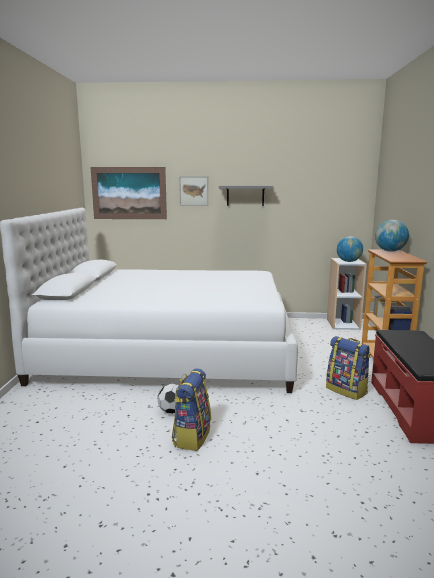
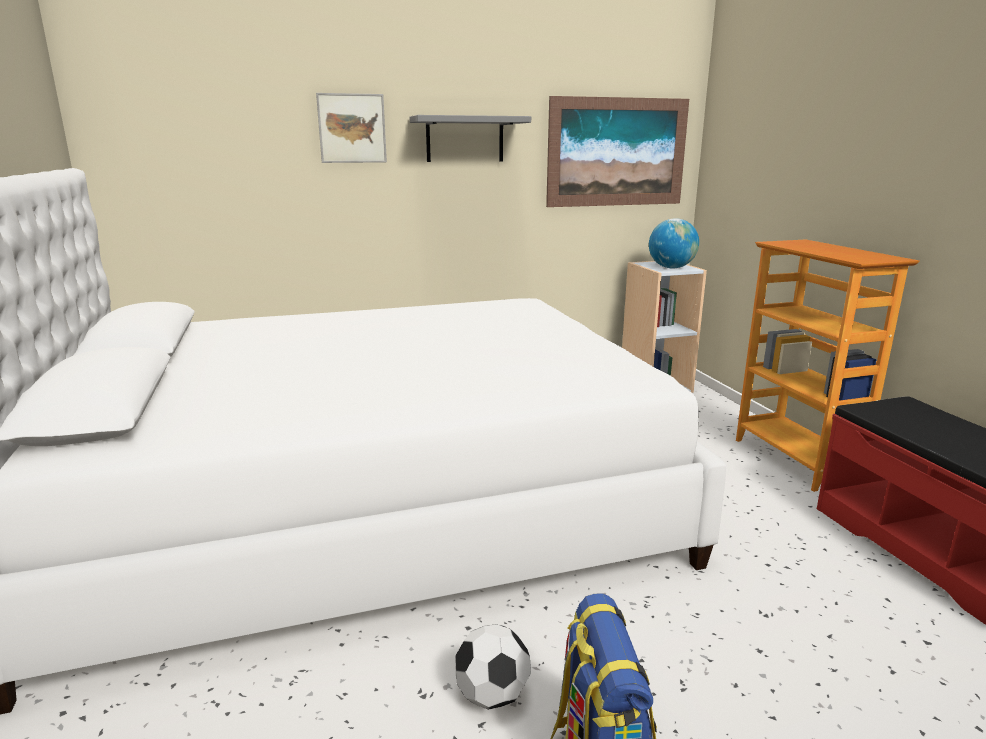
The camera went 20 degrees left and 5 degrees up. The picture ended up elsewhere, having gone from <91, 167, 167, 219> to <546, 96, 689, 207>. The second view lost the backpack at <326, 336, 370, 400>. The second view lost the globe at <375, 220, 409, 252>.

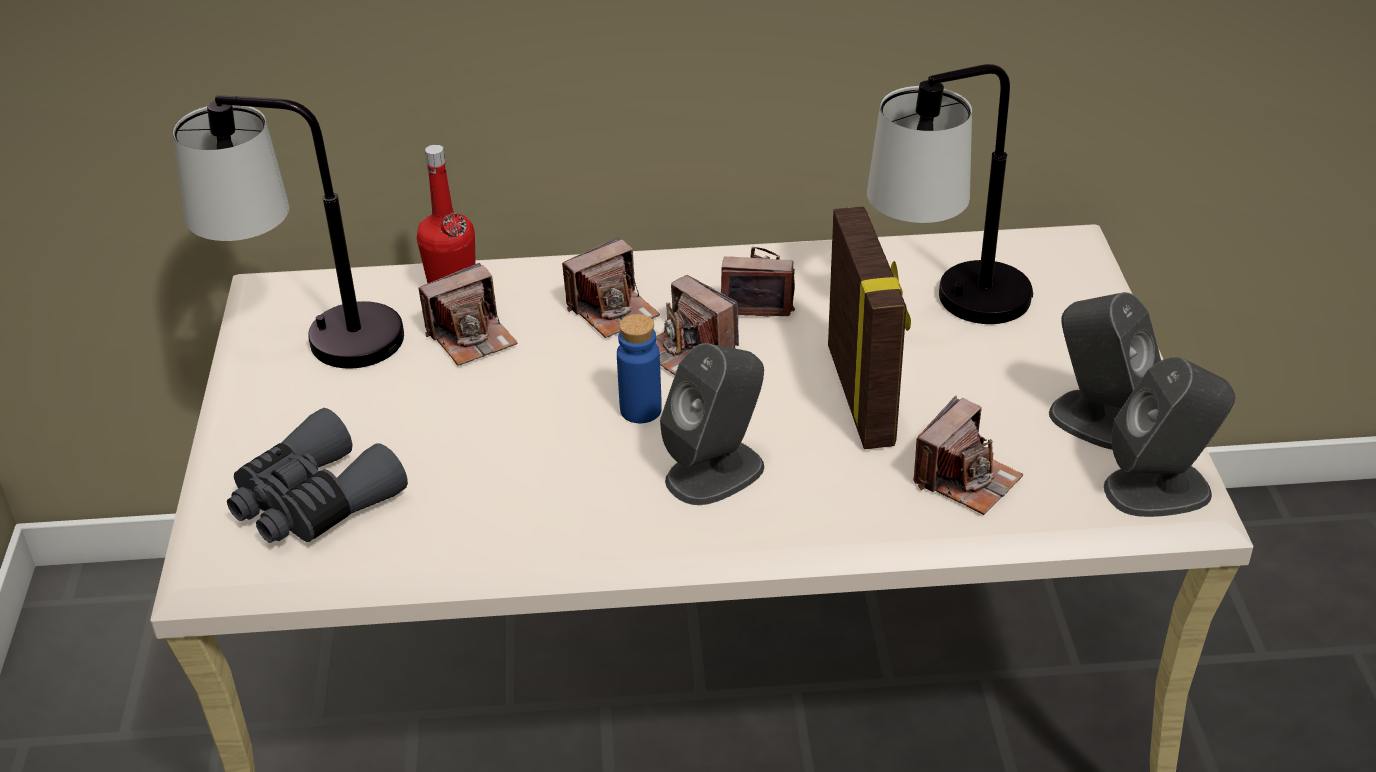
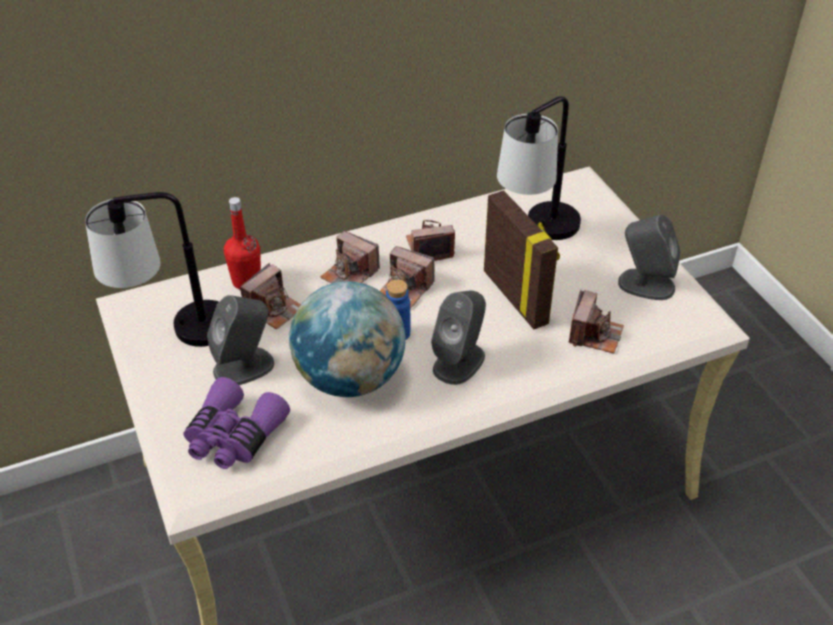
The camera went 20 degrees left and 5 degrees up. What was the binoculars (grey) at <227, 408, 408, 543> turned into the binoculars (purple) at <183, 377, 290, 469>. The speaker (grey) ended up elsewhere, having gone from <1104, 356, 1235, 517> to <207, 295, 274, 385>. The second view gained the globe at <289, 281, 406, 397>. The photo camera at <562, 237, 660, 338> ended up facing another way, 90 degrees clockwise from before.

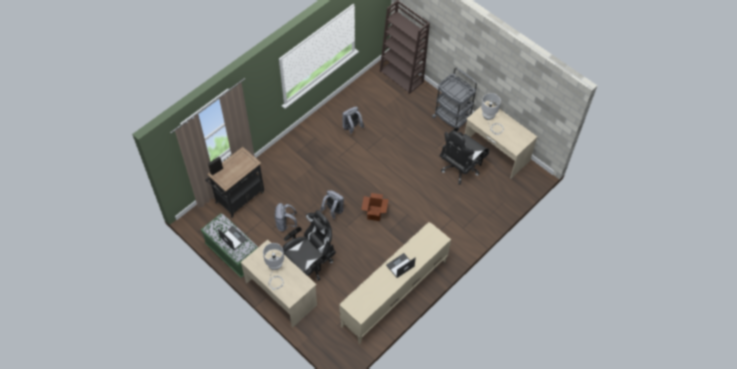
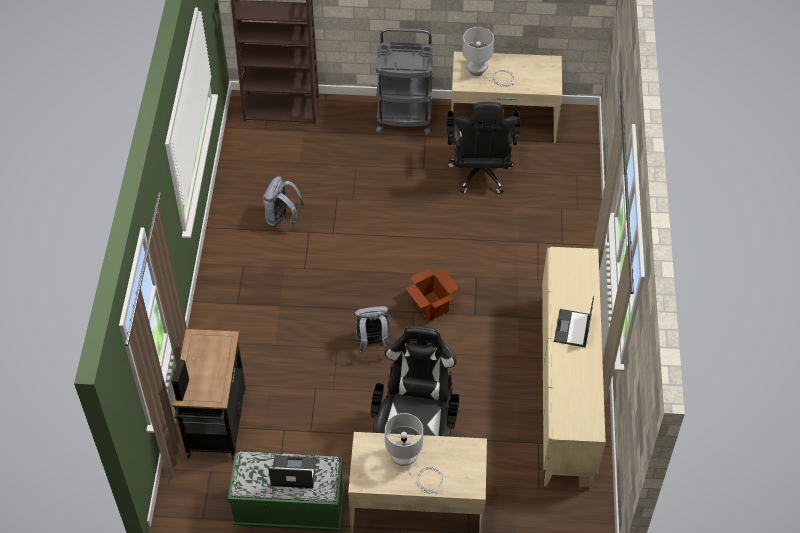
The camera went 40 degrees left and 5 degrees down. The second view lost the backpack (grey) at <275, 203, 297, 231>.

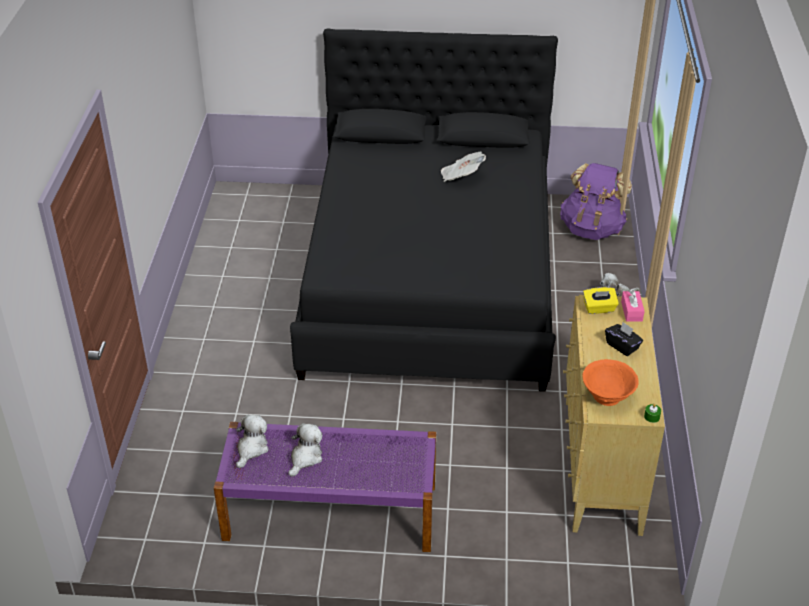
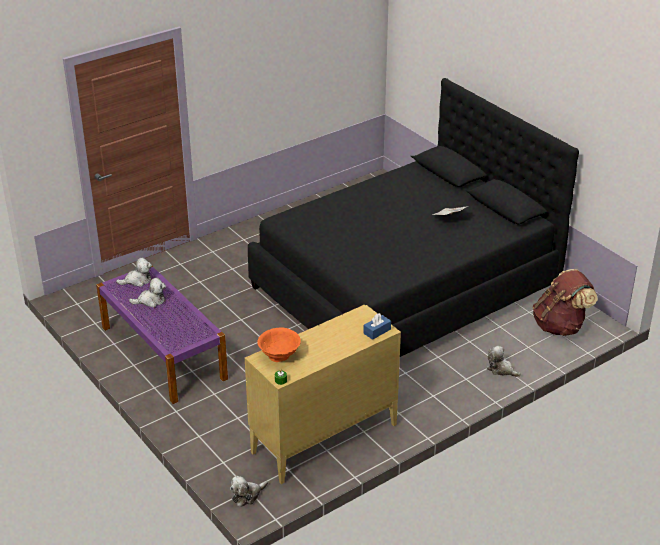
The camera went 50 degrees right and 5 degrees down. The second view gained the plush toy at <230, 476, 268, 507>. What was the tissue box (pink) at <621, 289, 644, 322> turned into the tissue box (blue) at <363, 313, 391, 340>. What was the backpack (purple) at <560, 163, 632, 240> turned into the backpack (brown) at <533, 269, 598, 336>. The second view lost the tissue box (yellow) at <583, 287, 619, 314>. The second view lost the tissue box (black) at <605, 322, 643, 356>.

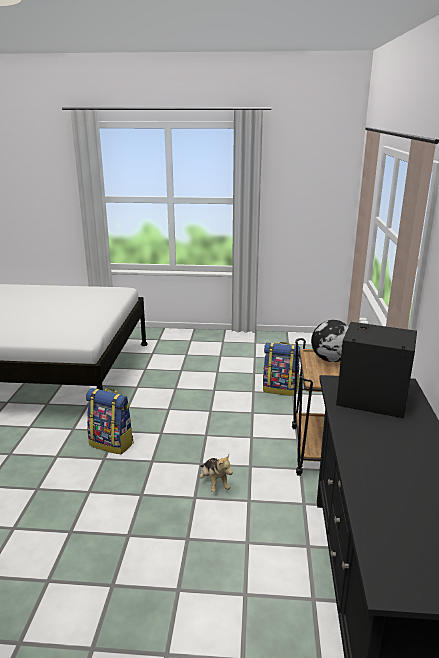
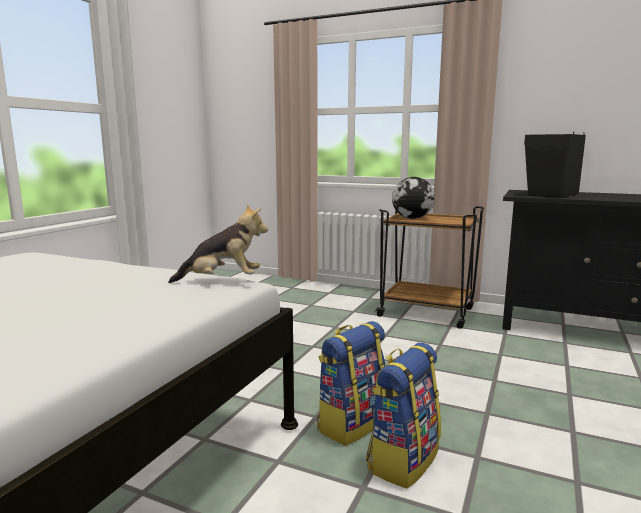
The camera went 70 degrees left and 10 degrees down. The plush toy ended up elsewhere, having gone from <199, 455, 233, 492> to <168, 204, 268, 283>. The backpack ended up elsewhere, having gone from <263, 342, 300, 396> to <366, 343, 441, 489>.

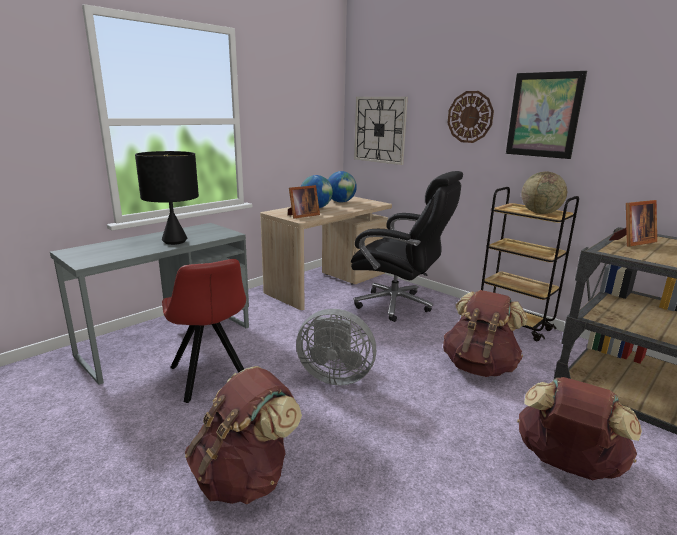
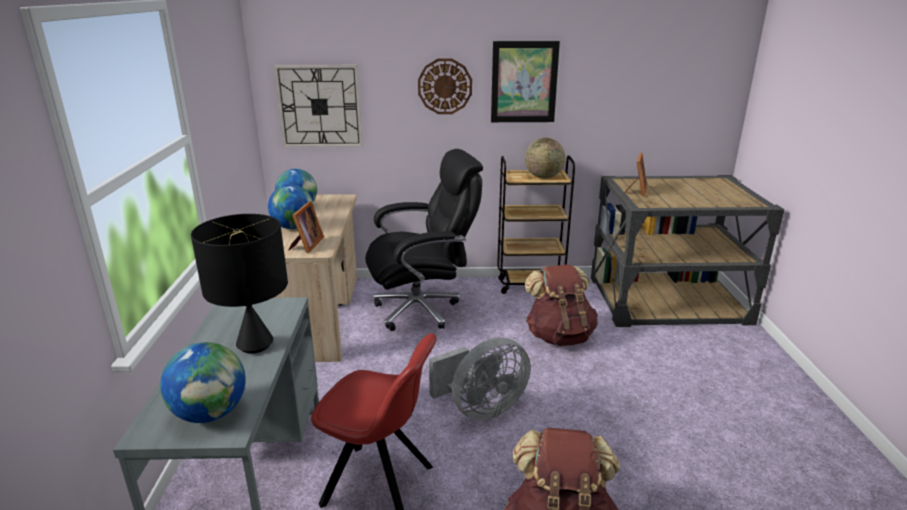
The camera went 45 degrees left and 5 degrees up. The second view gained the globe at <160, 342, 246, 423>. The second view lost the backpack (brown) at <517, 377, 642, 480>.

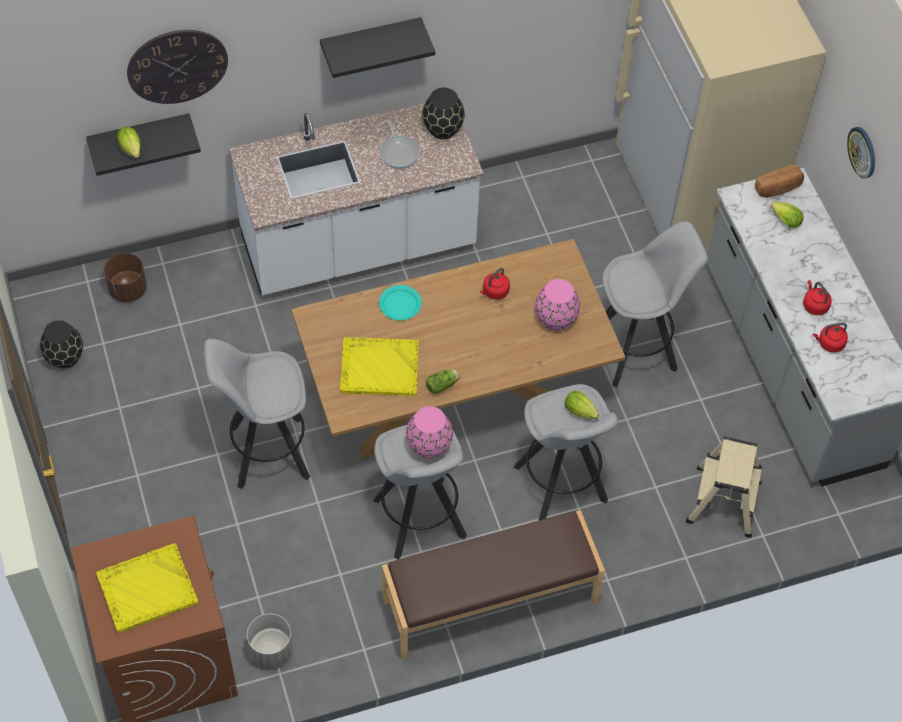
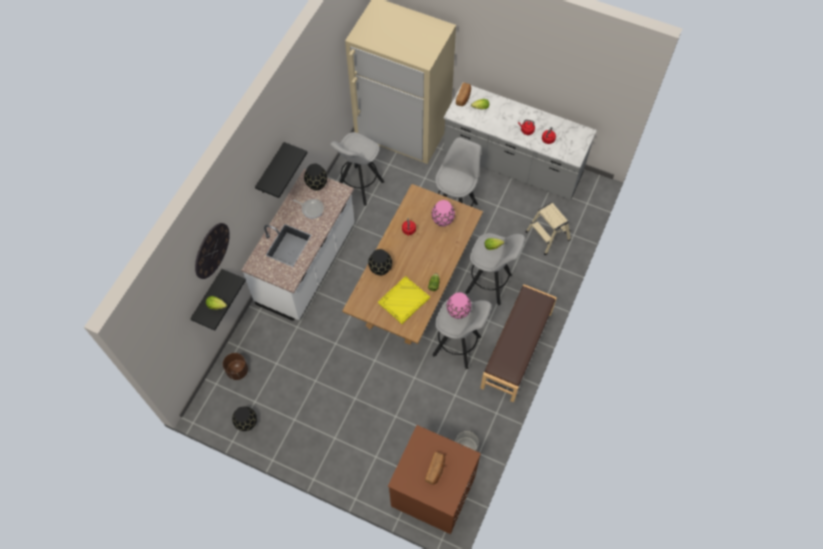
The camera went 45 degrees left and 5 degrees up. The stool (grey) ended up elsewhere, having gone from <204, 339, 310, 489> to <330, 132, 384, 206>. Where the plate (turquoise) stood at <379, 285, 422, 320>, the vase (black) came to stand at <368, 249, 392, 275>. Where the tray (yellow) stood at <96, 543, 198, 633>, the bread came to stand at <425, 452, 445, 485>. The second view lost the wall clock at <847, 127, 875, 179>.

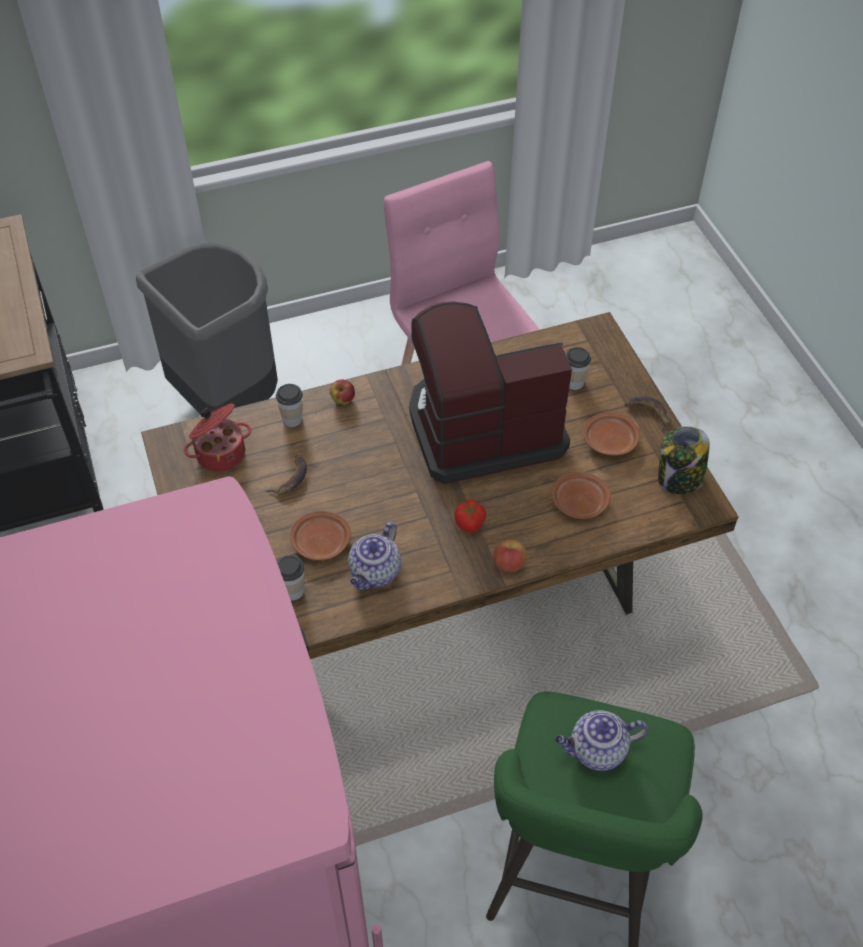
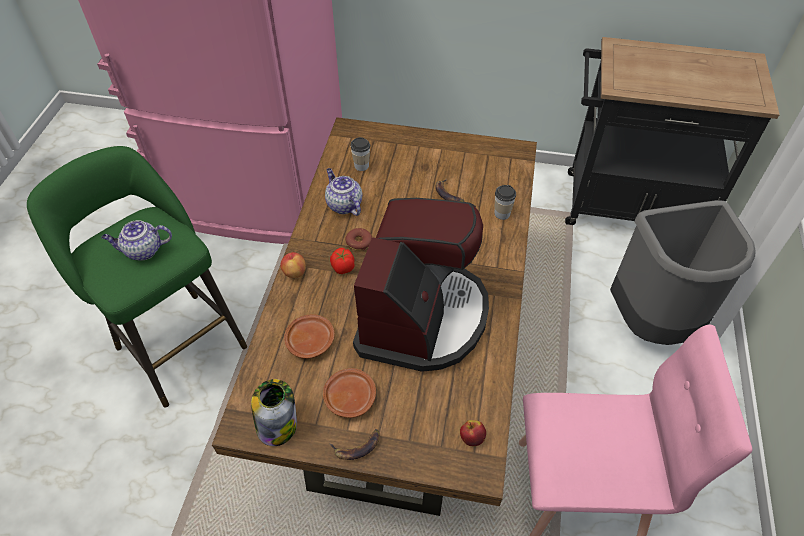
The camera went 120 degrees right and 0 degrees up. The teapot at <555, 710, 648, 771> ended up facing another way, 120 degrees counterclockwise from before. The second view gained the donut at <345, 228, 372, 250>. The apple ended up elsewhere, having gone from <330, 380, 355, 405> to <460, 420, 486, 446>. The second view lost the cooking pot at <184, 404, 251, 472>. The second view lost the plate (brown) at <290, 511, 351, 561>. The second view lost the cup at <566, 347, 591, 390>.

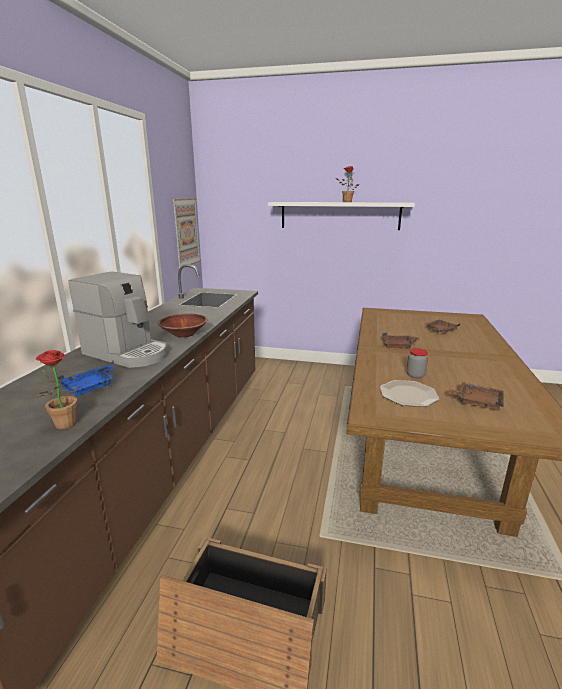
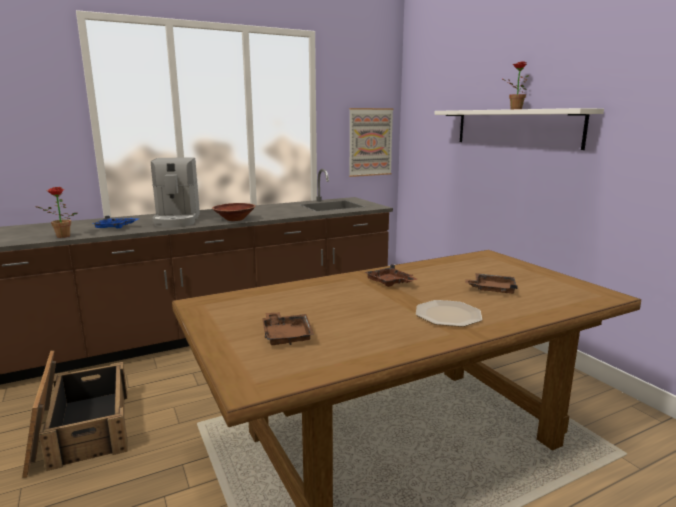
The camera went 50 degrees right and 5 degrees down. The plate ended up elsewhere, having gone from <380, 380, 439, 407> to <416, 300, 482, 327>. The second view lost the jar at <407, 348, 428, 378>.

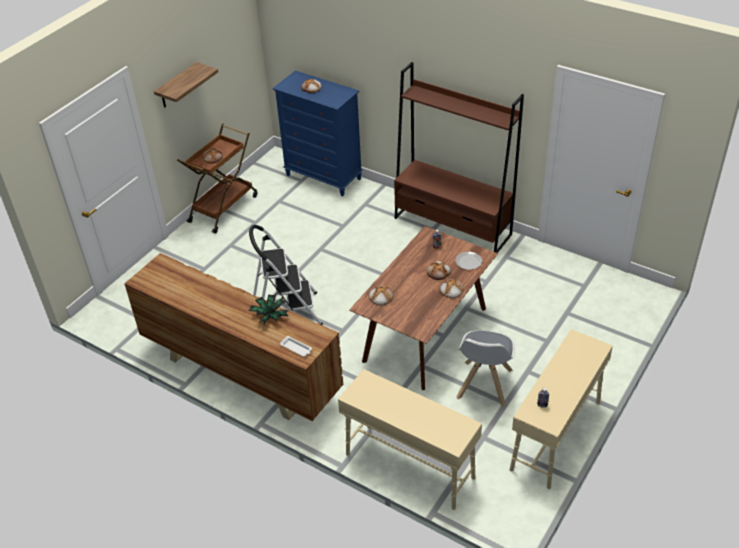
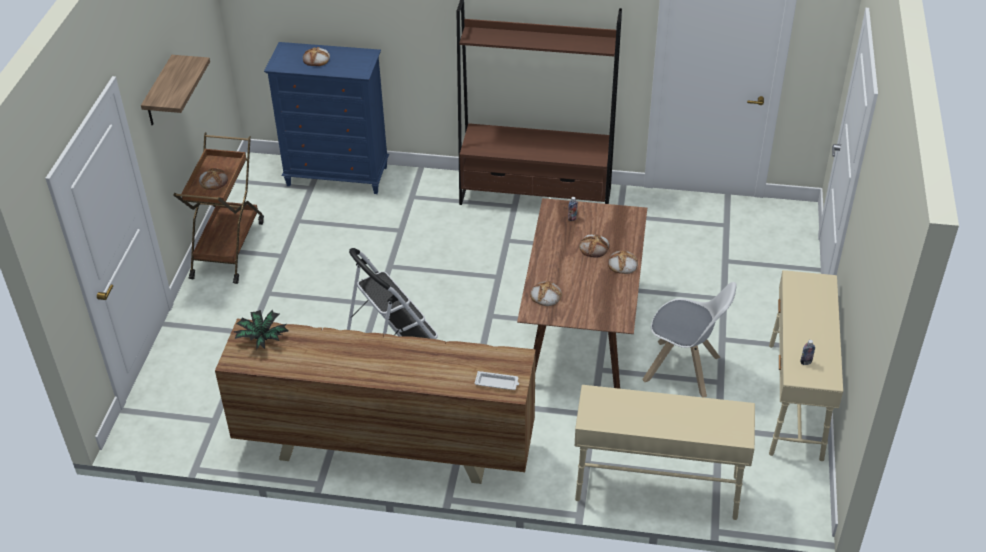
The camera went 25 degrees left and 0 degrees up. The potted plant ended up elsewhere, having gone from <249, 294, 290, 325> to <234, 310, 288, 350>. The chair at <456, 331, 515, 407> ended up facing another way, 60 degrees counterclockwise from before. The second view lost the plate at <455, 252, 482, 270>.

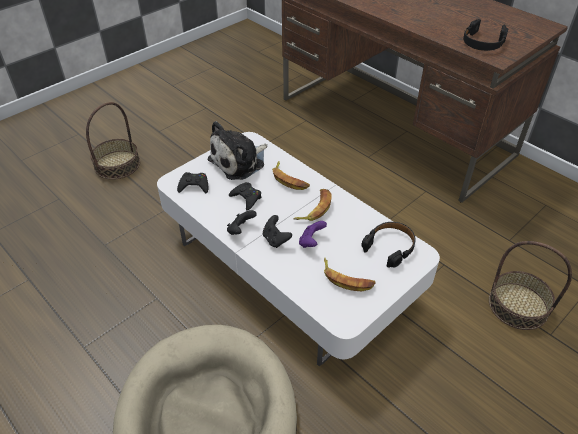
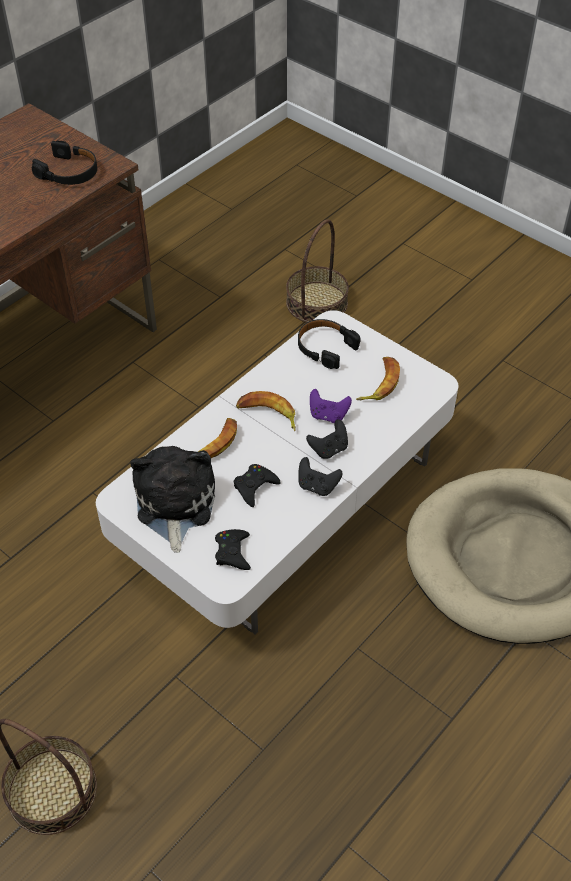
The camera went 95 degrees left and 5 degrees up. The plush toy at <208, 121, 267, 180> ended up facing another way, 135 degrees counterclockwise from before.

